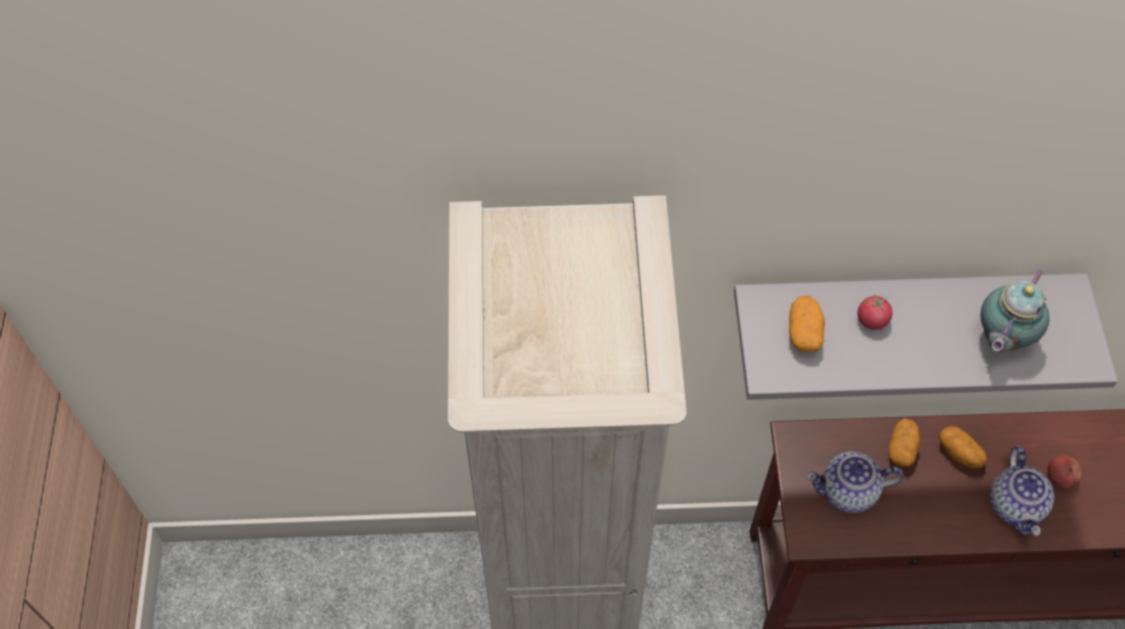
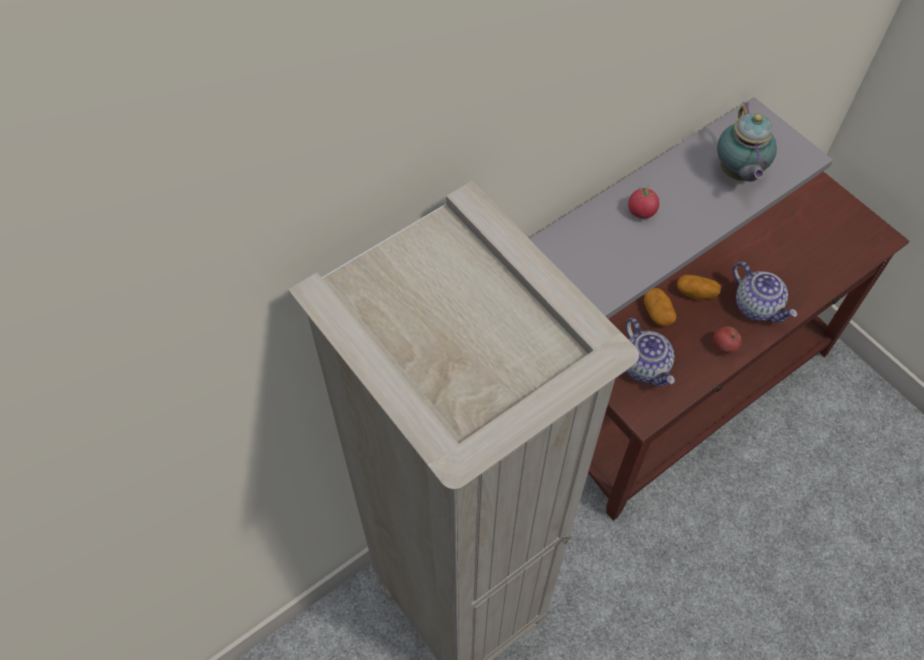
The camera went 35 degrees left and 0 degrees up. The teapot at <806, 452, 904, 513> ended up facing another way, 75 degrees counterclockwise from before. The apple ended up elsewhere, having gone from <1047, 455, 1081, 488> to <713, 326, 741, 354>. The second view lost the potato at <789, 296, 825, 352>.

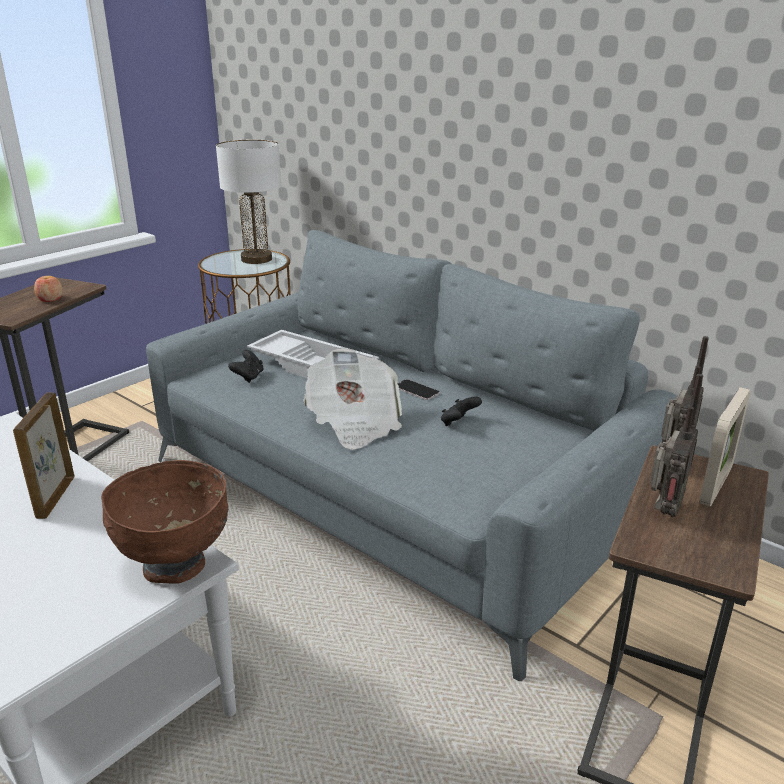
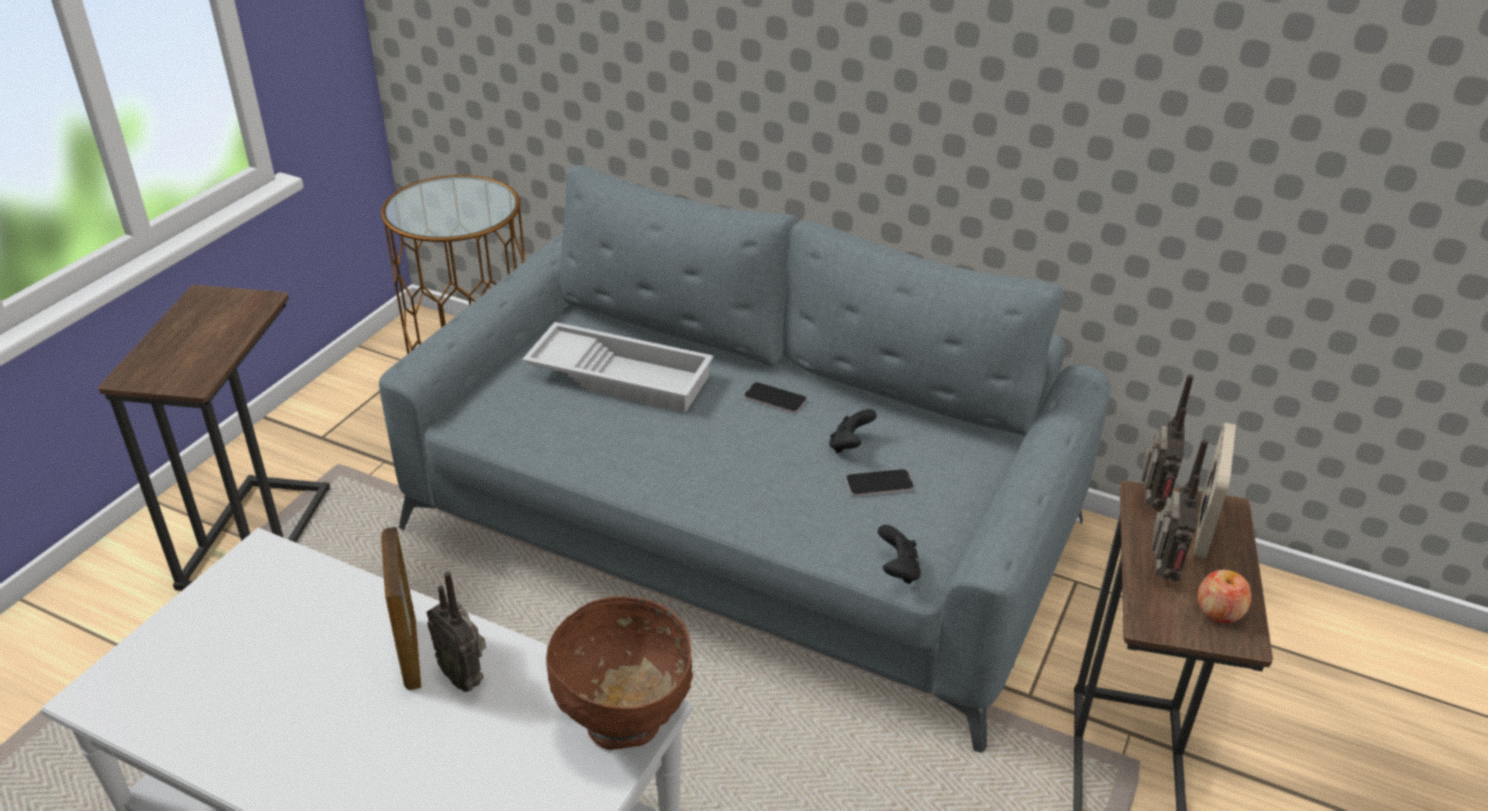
The camera went 15 degrees left and 10 degrees up. The second view gained the radio at <427, 571, 486, 692>. The second view gained the phone at <846, 469, 914, 496>. The game controller (black) ended up elsewhere, having gone from <228, 350, 264, 383> to <878, 525, 921, 584>. The apple ended up elsewhere, having gone from <34, 276, 63, 302> to <1197, 569, 1251, 623>. The second view lost the table lamp at <216, 140, 281, 264>. The second view lost the newspaper at <304, 348, 402, 450>.

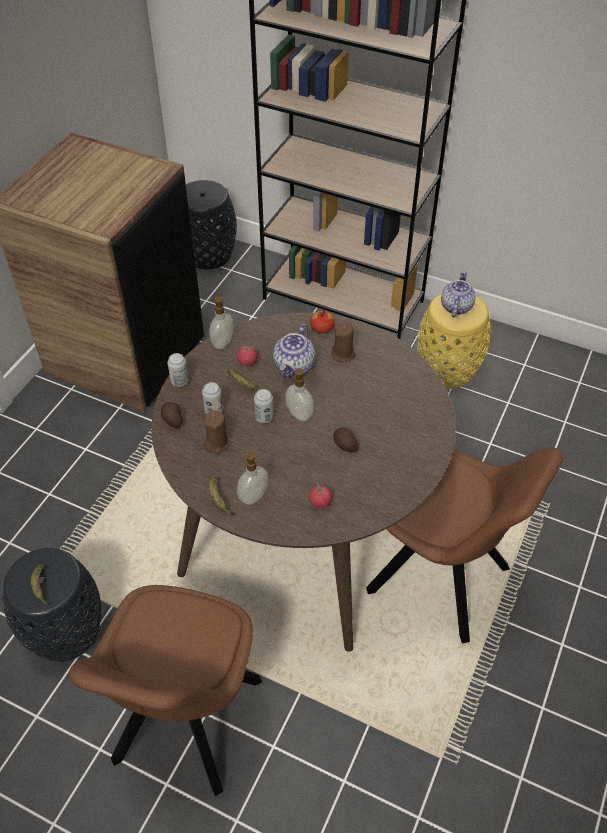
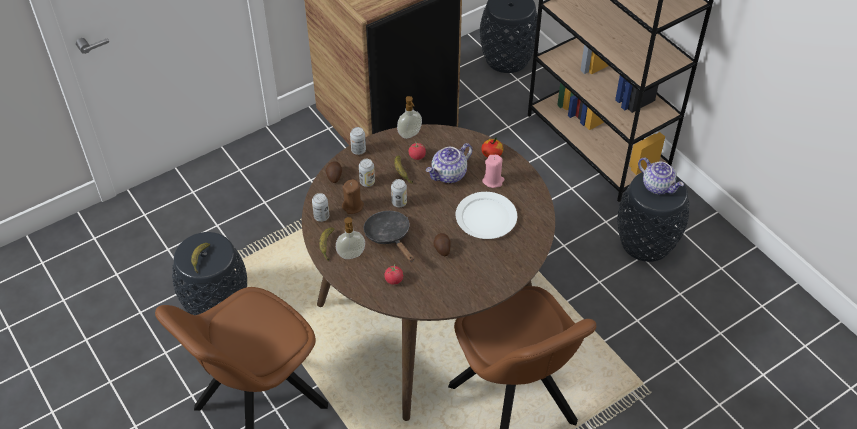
The camera went 30 degrees right and 0 degrees up. The second view gained the can at <312, 193, 329, 222>. The second view gained the frying pan (black) at <363, 211, 414, 262>. The second view gained the plate (white) at <456, 192, 517, 239>. What was the candle (brown) at <331, 322, 356, 362> turned into the candle (pink) at <482, 155, 504, 188>. What was the stool (yellow) at <417, 293, 490, 388> turned into the stool (black) at <618, 173, 689, 262>. The teapot at <441, 271, 476, 317> ended up facing another way, 90 degrees clockwise from before. The second view lost the soap dispenser at <285, 368, 314, 421>.

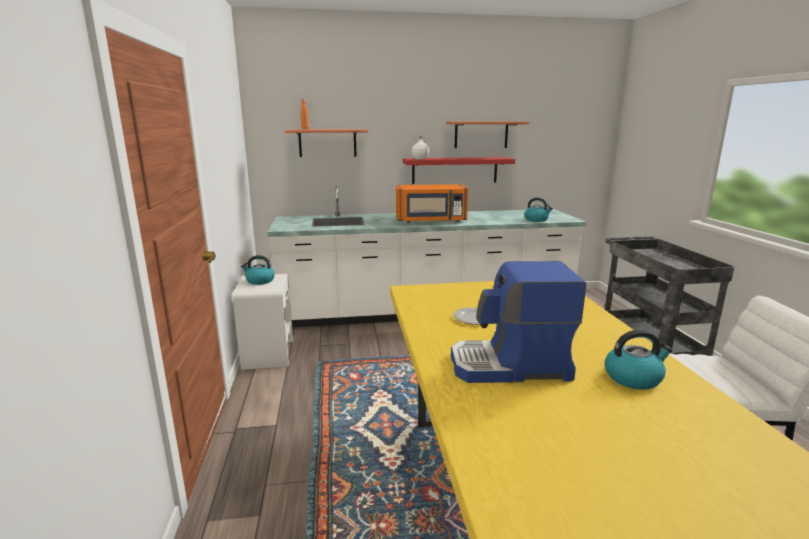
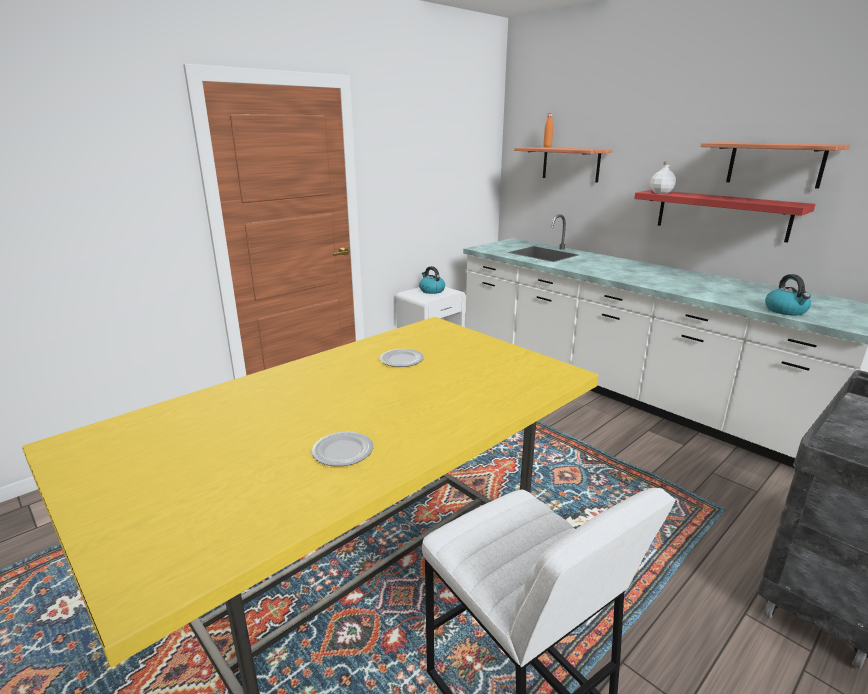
The camera went 55 degrees right and 5 degrees up. Where the kettle stood at <605, 330, 673, 390>, the plate came to stand at <312, 432, 374, 466>. The second view lost the microwave (orange) at <396, 184, 468, 223>. The second view lost the coffee machine at <451, 261, 586, 383>.

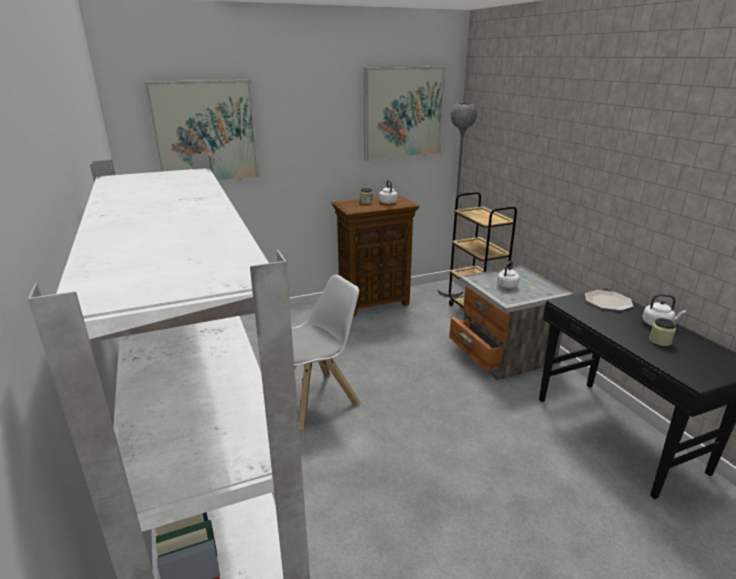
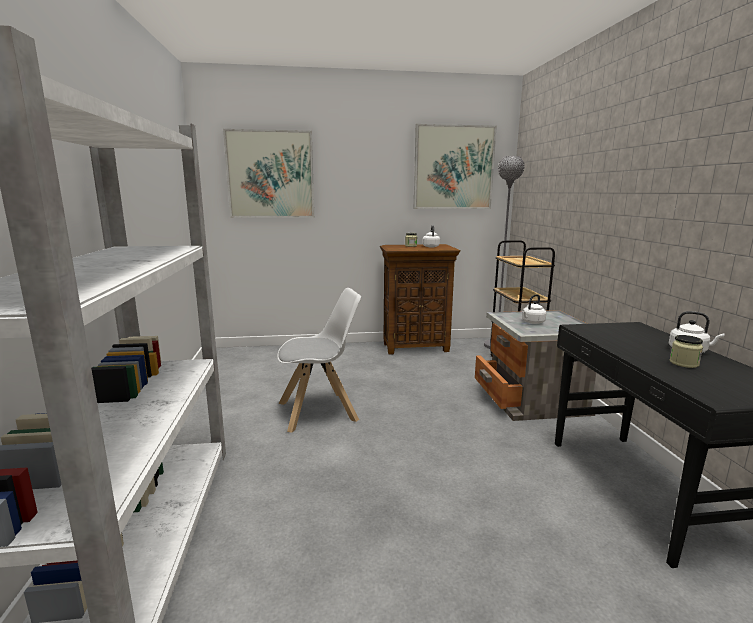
The camera went 15 degrees right and 10 degrees down. The second view lost the plate at <585, 290, 633, 311>.

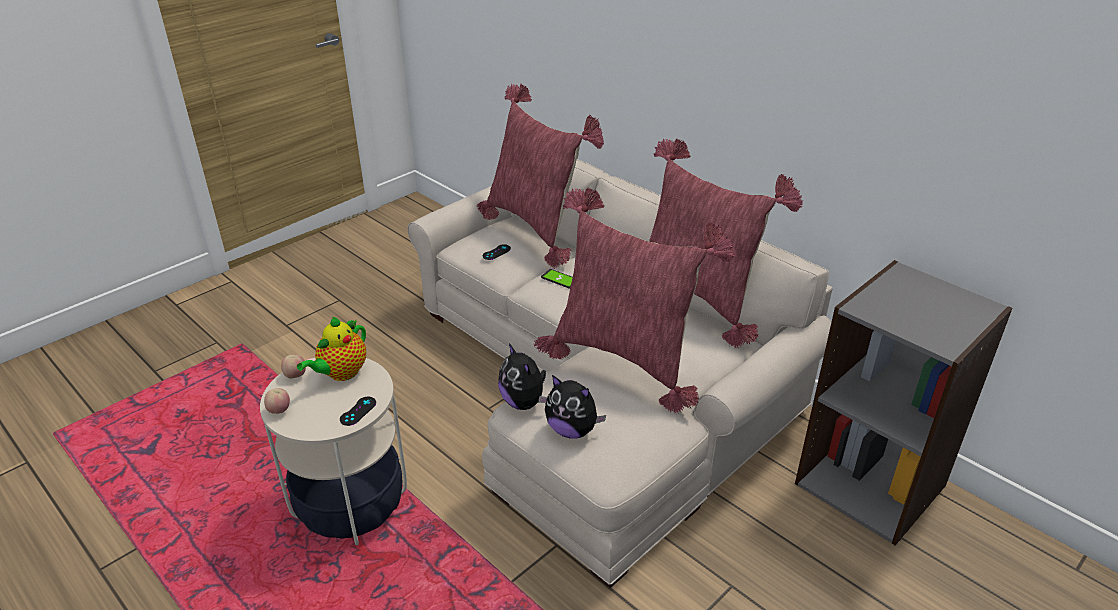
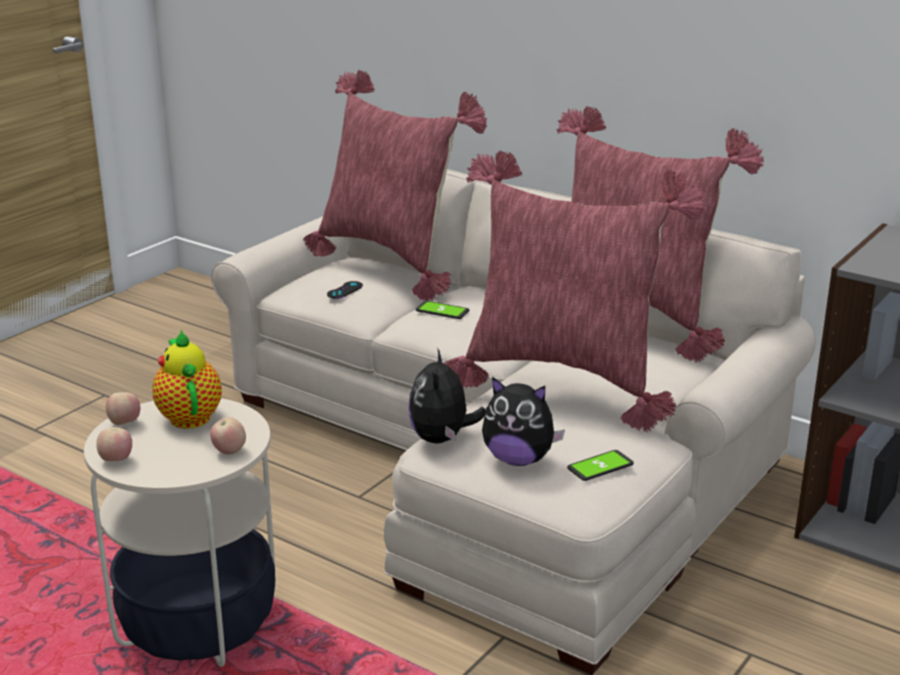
The camera went 10 degrees left and 10 degrees down. The teapot at <297, 317, 366, 381> ended up facing another way, 135 degrees clockwise from before. Where the game controller (black) stood at <340, 397, 376, 426>, the apple came to stand at <210, 417, 246, 455>. The plush toy at <498, 343, 547, 410> ended up facing another way, 45 degrees clockwise from before. The second view gained the phone at <567, 450, 634, 481>.

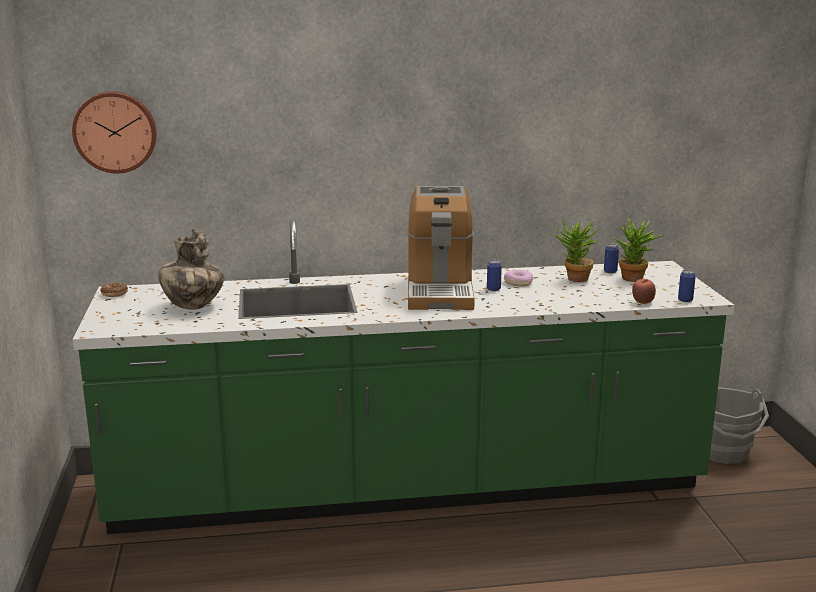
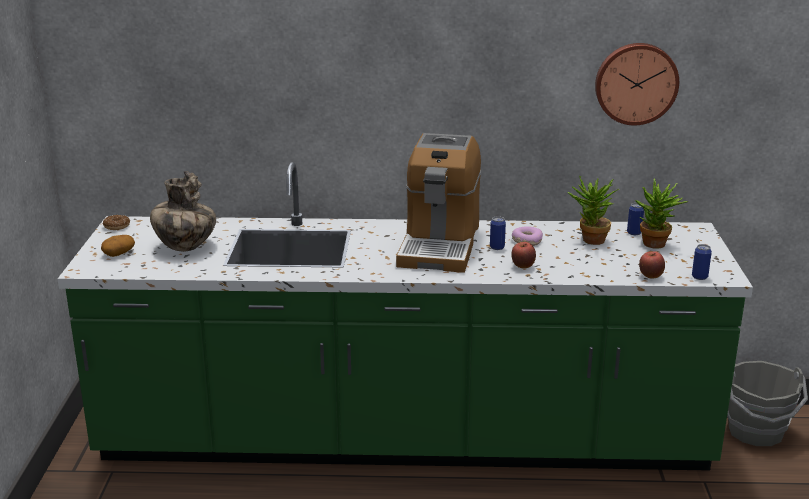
The camera went 10 degrees right and 5 degrees up. The second view gained the potato at <101, 235, 135, 257>. The second view gained the apple at <511, 242, 536, 268>. The wall clock ended up elsewhere, having gone from <72, 92, 157, 173> to <595, 43, 679, 125>.

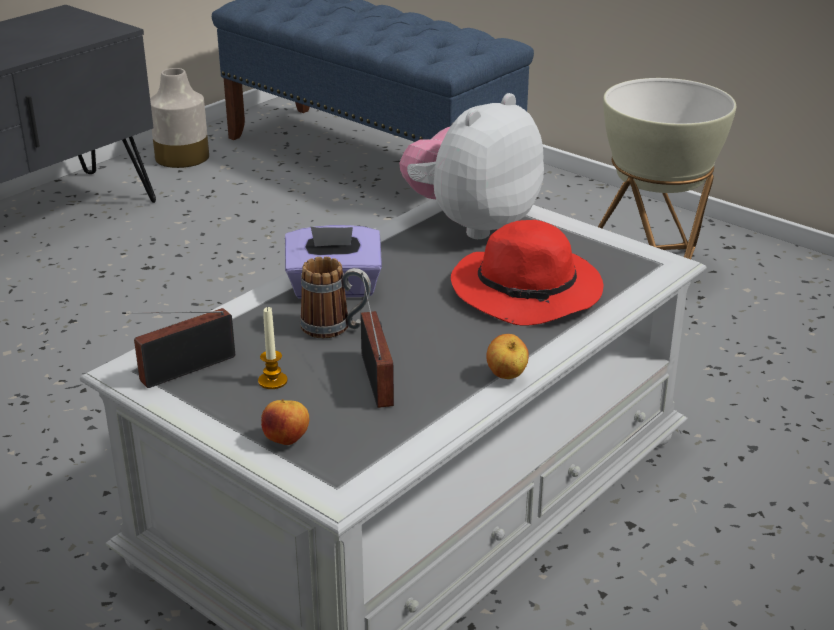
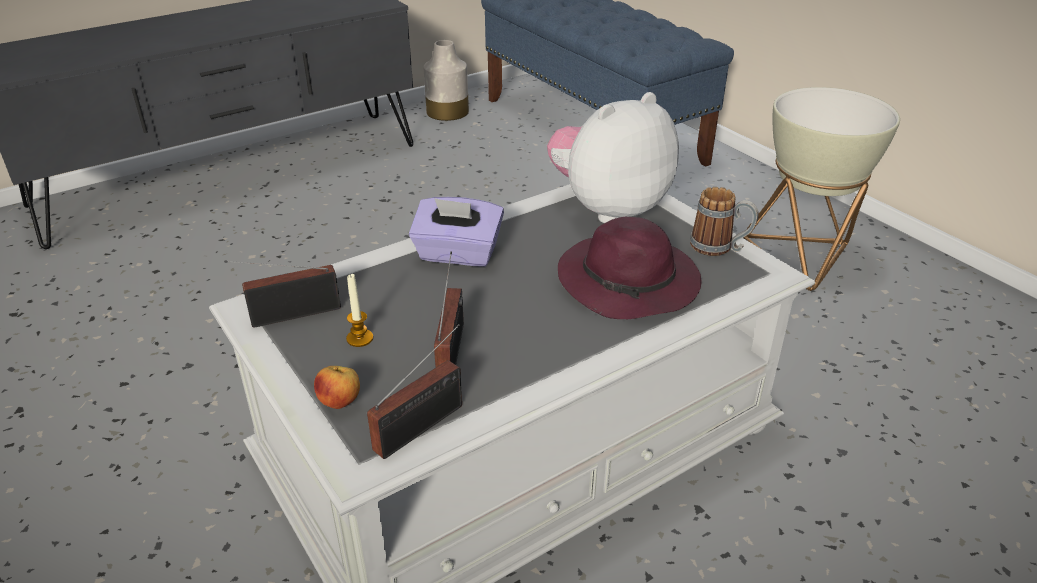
The camera went 15 degrees right and 5 degrees up. The second view gained the radio at <367, 324, 462, 459>. What was the hat (red) at <451, 220, 603, 326> turned into the hat (purple) at <558, 217, 701, 319>. The mug ended up elsewhere, having gone from <300, 257, 371, 338> to <690, 187, 759, 256>. The second view lost the apple at <486, 334, 529, 379>.

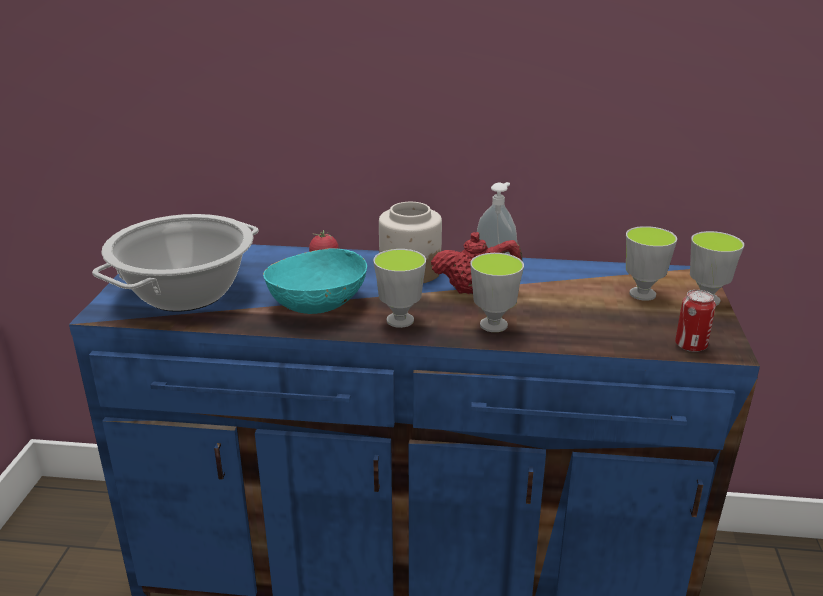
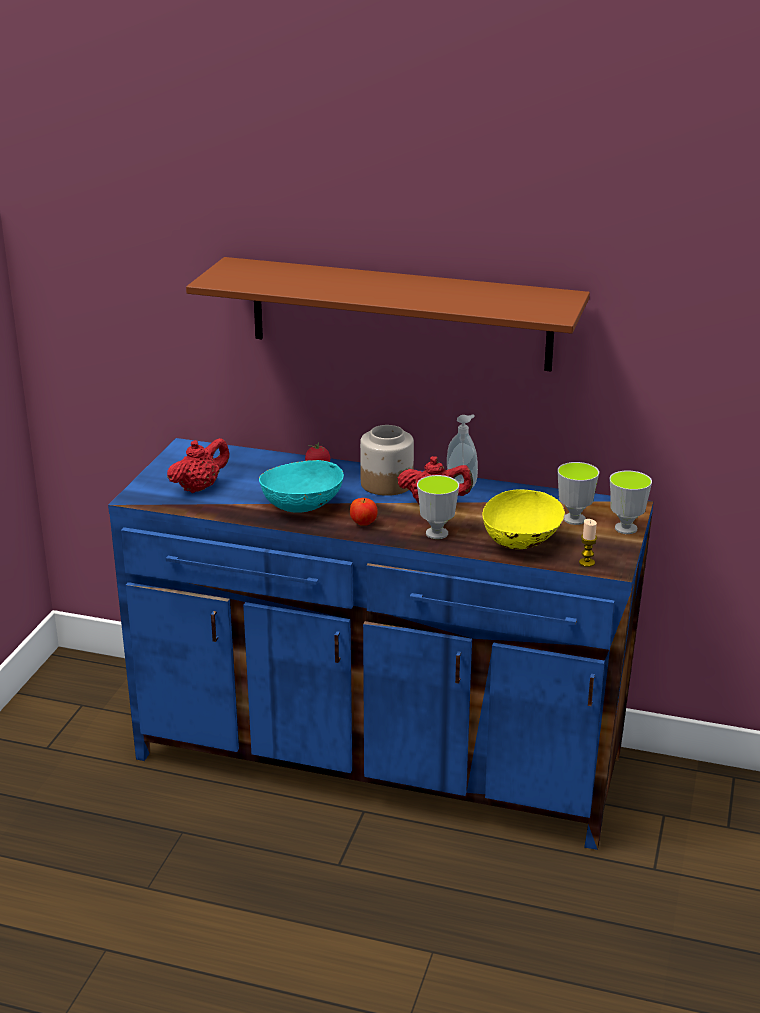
The camera went 10 degrees right and 0 degrees up. Where the cooking pot stood at <92, 214, 259, 312>, the teapot (red) came to stand at <167, 438, 230, 493>. The second view gained the shelf (brown) at <186, 257, 590, 371>. Where the cup stood at <373, 249, 426, 328>, the apple came to stand at <350, 498, 378, 526>. The second view gained the bowl (yellow) at <482, 489, 565, 549>. Where the can stood at <675, 290, 716, 352>, the candle came to stand at <579, 519, 597, 567>.

